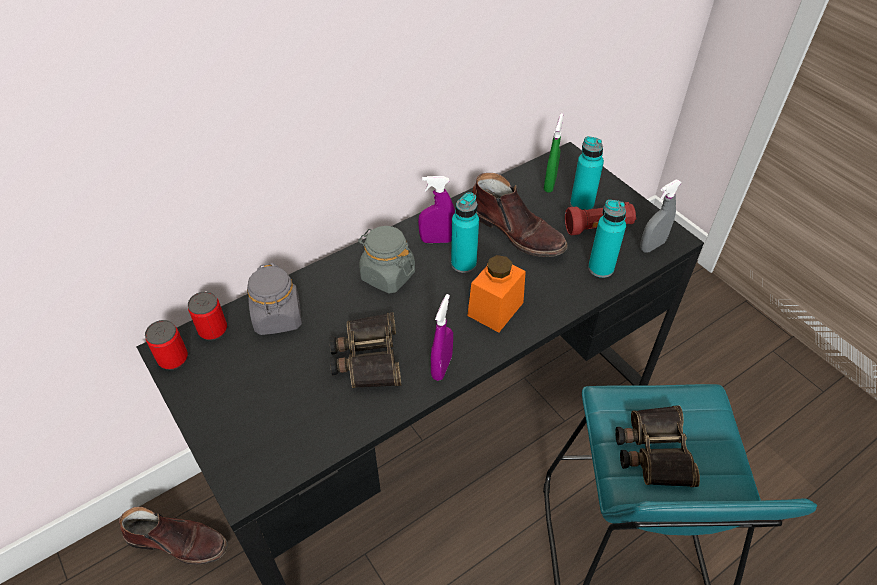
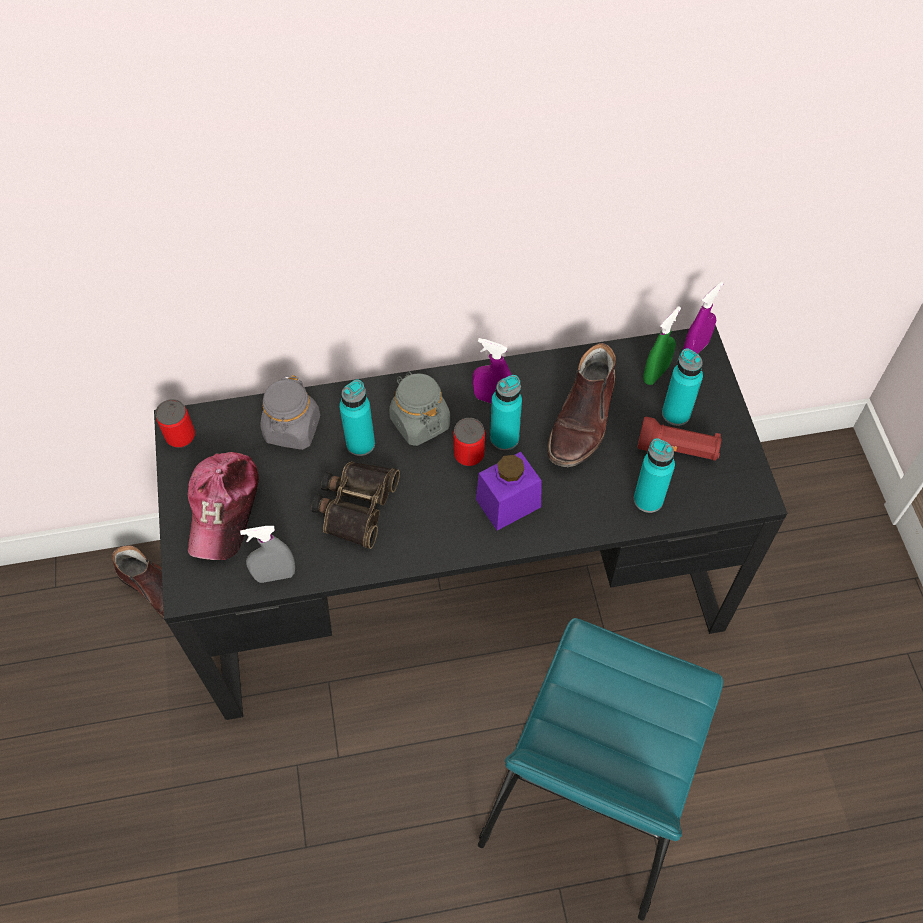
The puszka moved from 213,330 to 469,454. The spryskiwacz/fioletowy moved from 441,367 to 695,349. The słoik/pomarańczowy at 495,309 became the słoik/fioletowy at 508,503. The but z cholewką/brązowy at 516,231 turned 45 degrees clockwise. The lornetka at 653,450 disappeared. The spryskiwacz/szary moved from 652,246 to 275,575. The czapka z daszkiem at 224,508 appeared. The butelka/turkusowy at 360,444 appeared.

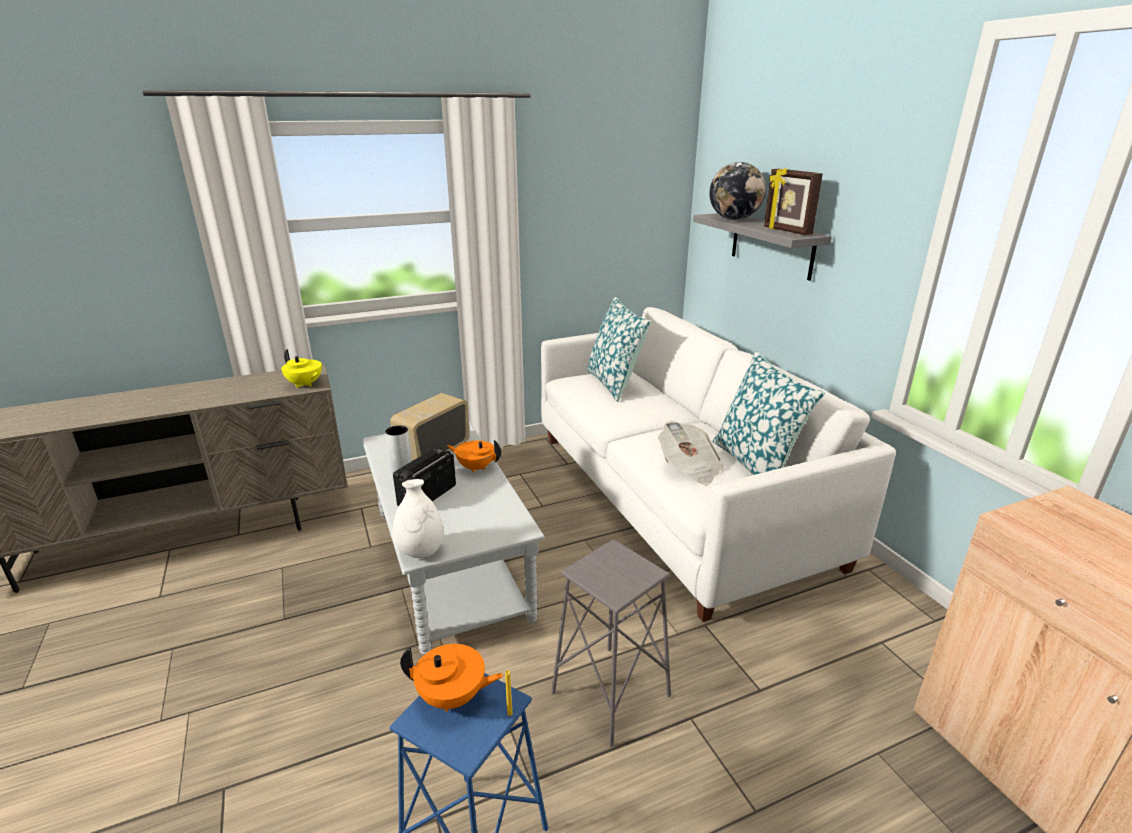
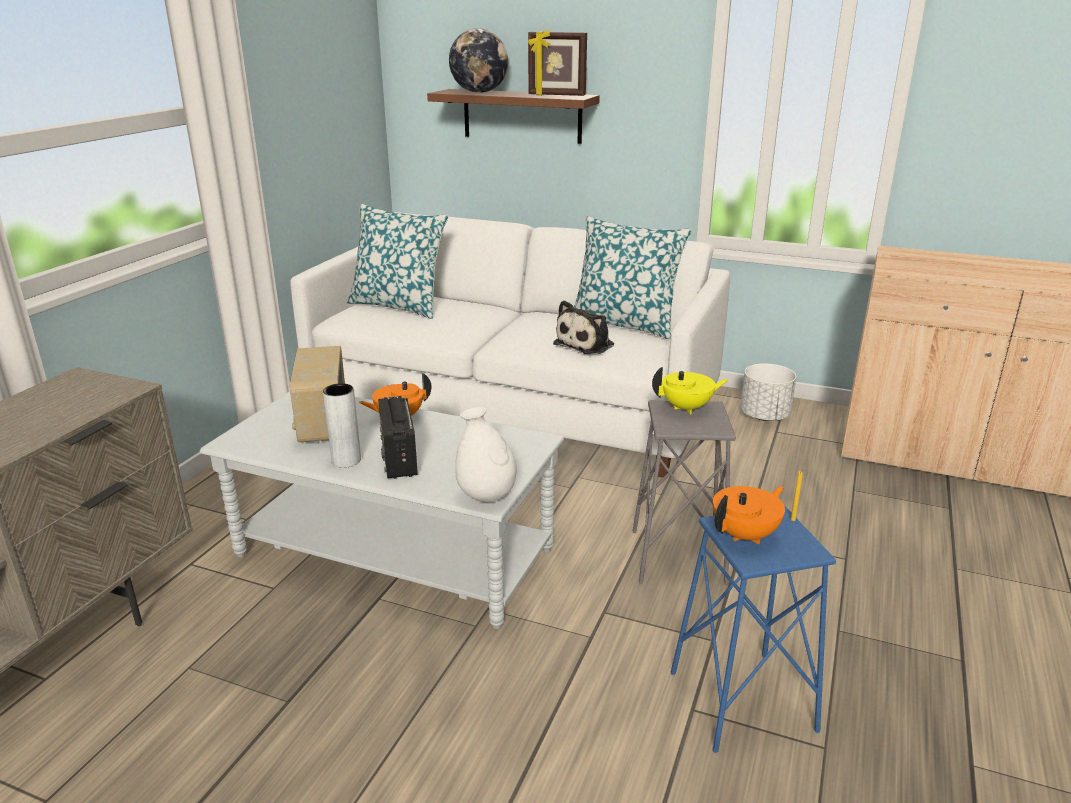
The imbryk/żółty moved from 305,384 to 687,408. The gazeta at 689,468 was replaced by the pluszak at 587,344. The półka/szary at 772,245 became the półka/brązowy at 522,116. The donica/biały at 765,416 appeared.

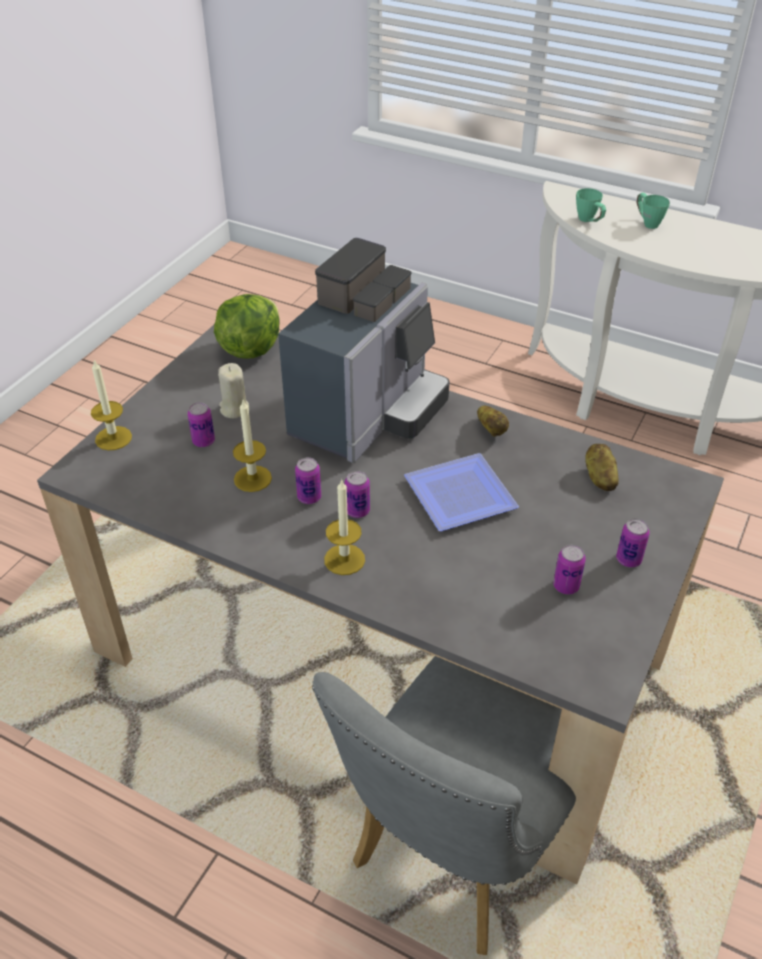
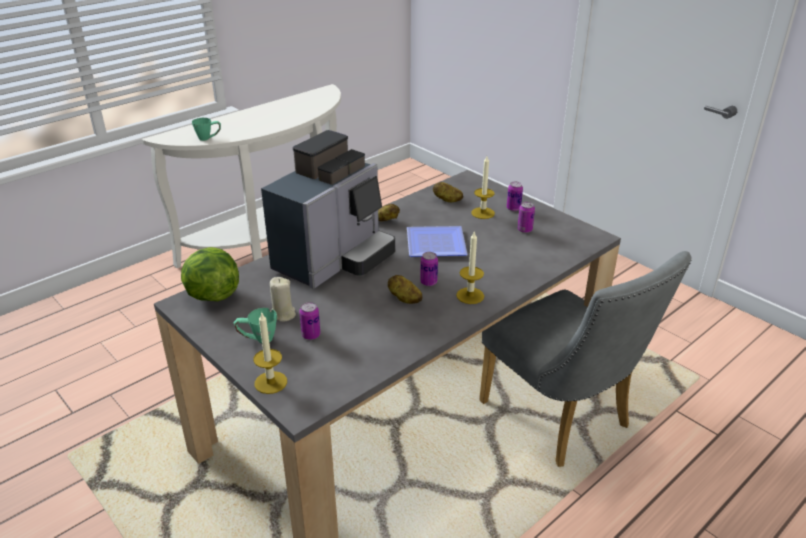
The świeca moved from 252,478 to 483,213. The ekspres do kawy at 368,414 turned 75 degrees clockwise. The puszka at 309,497 was replaced by the ziemniak at 404,298. The kubek/zielony moved from 647,222 to 258,340.

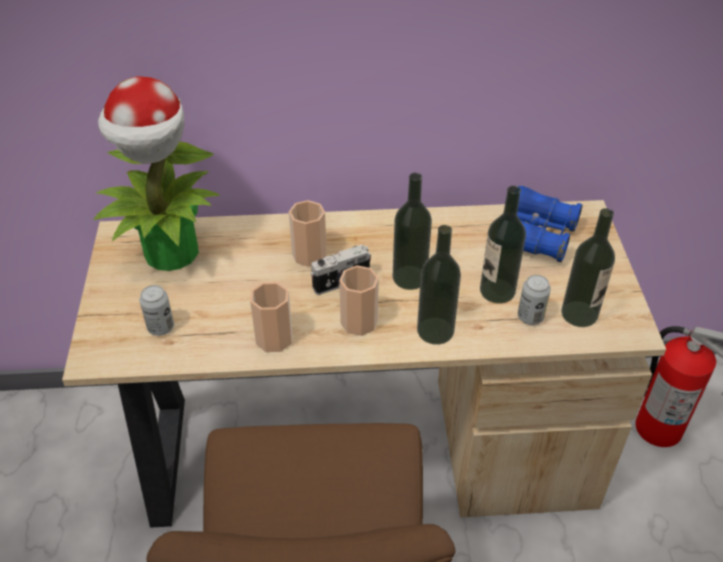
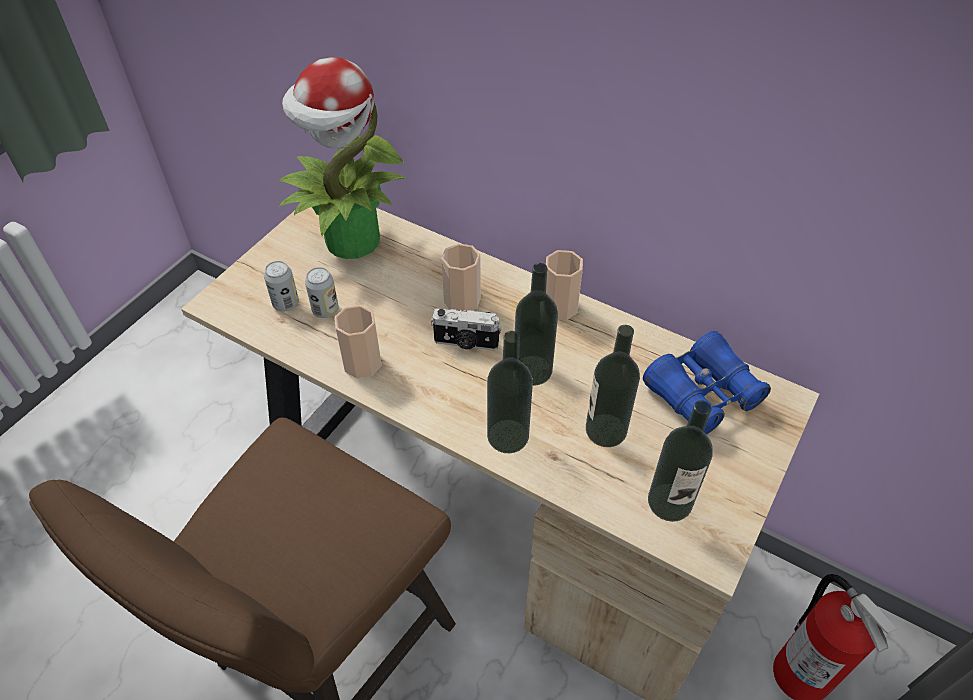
The filiżanka moved from 359,322 to 559,307. The puszka moved from 530,317 to 325,310.

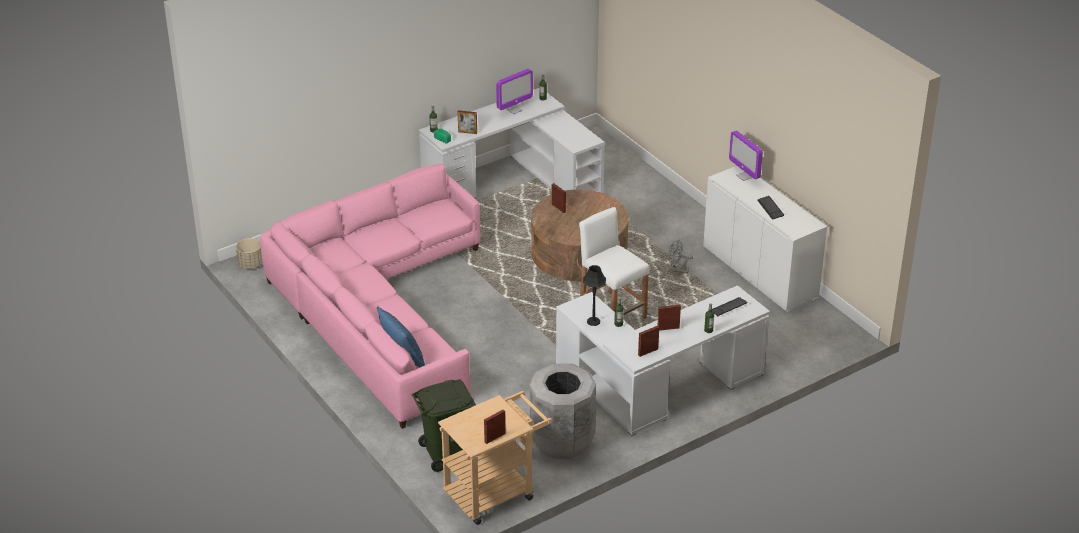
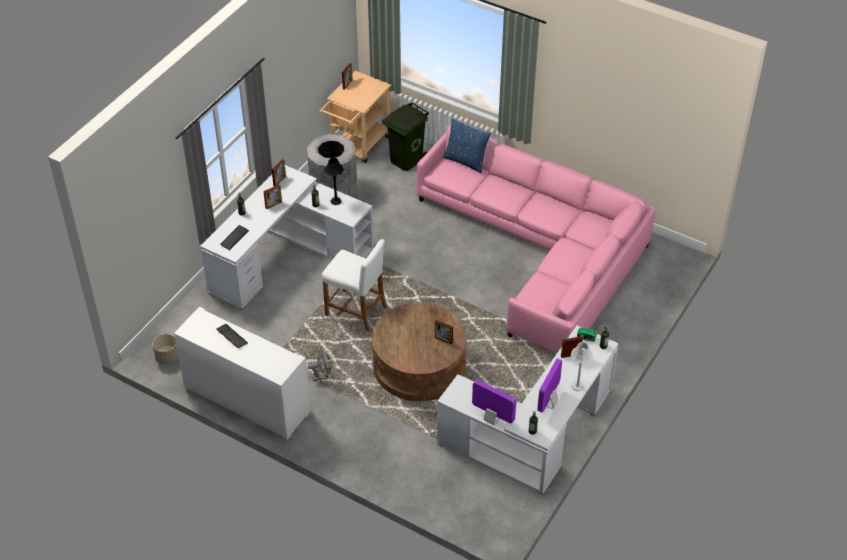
The donica/beżowy moved from 250,264 to 167,357. The monitor moved from 744,176 to 492,419. The lampa stołowa/szary at 577,386 appeared.

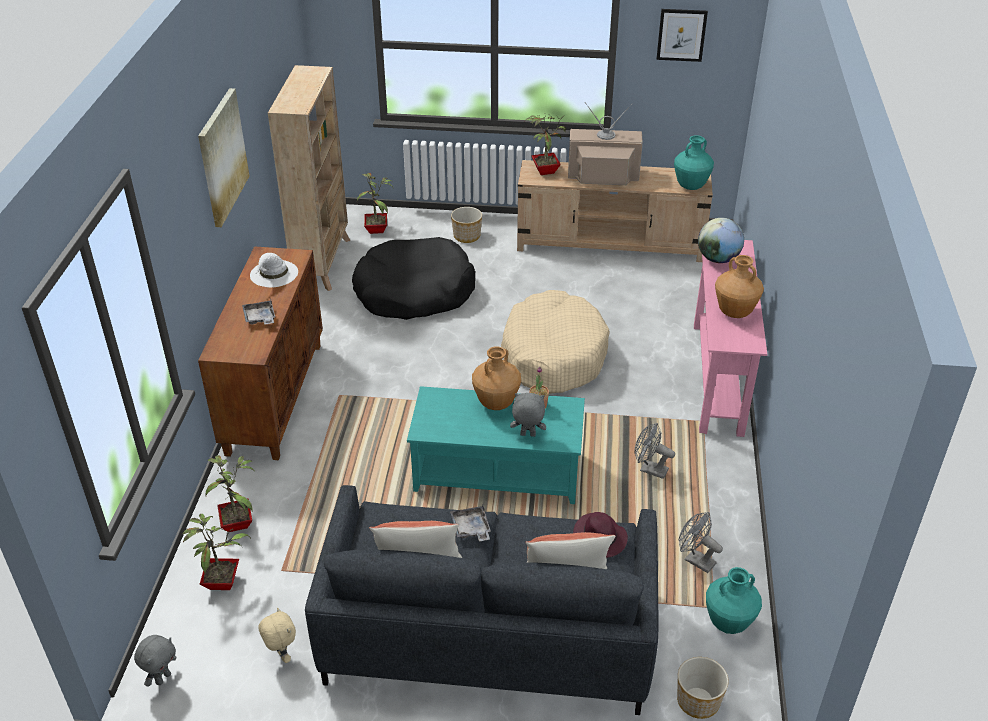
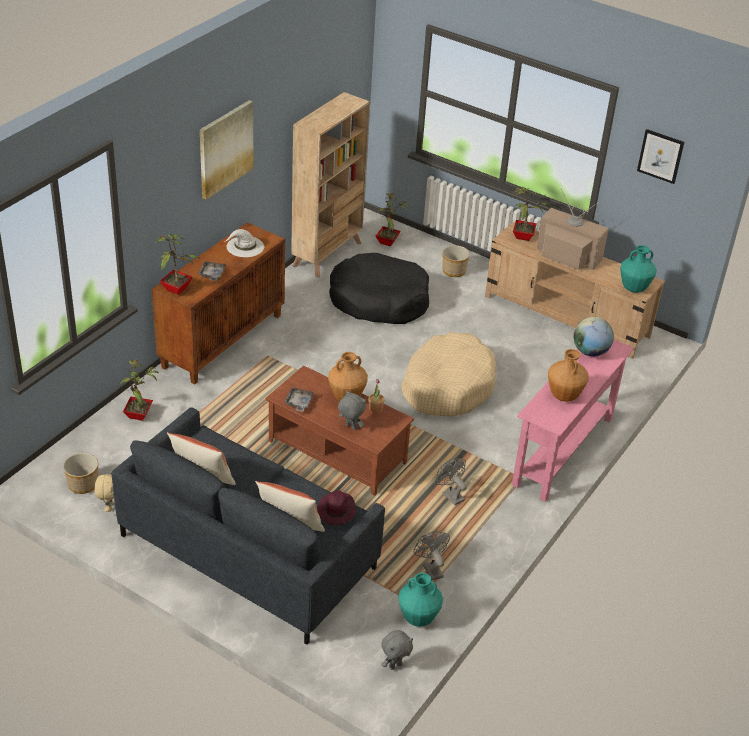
The pluszak/szary moved from 163,678 to 395,665. The roślina doniczkowa moved from 222,581 to 177,288. The ława/turkusowy at 497,473 became the ława/brązowy at 336,453. The taca/szary moved from 471,529 to 299,403. The donica moved from 697,702 to 82,484.

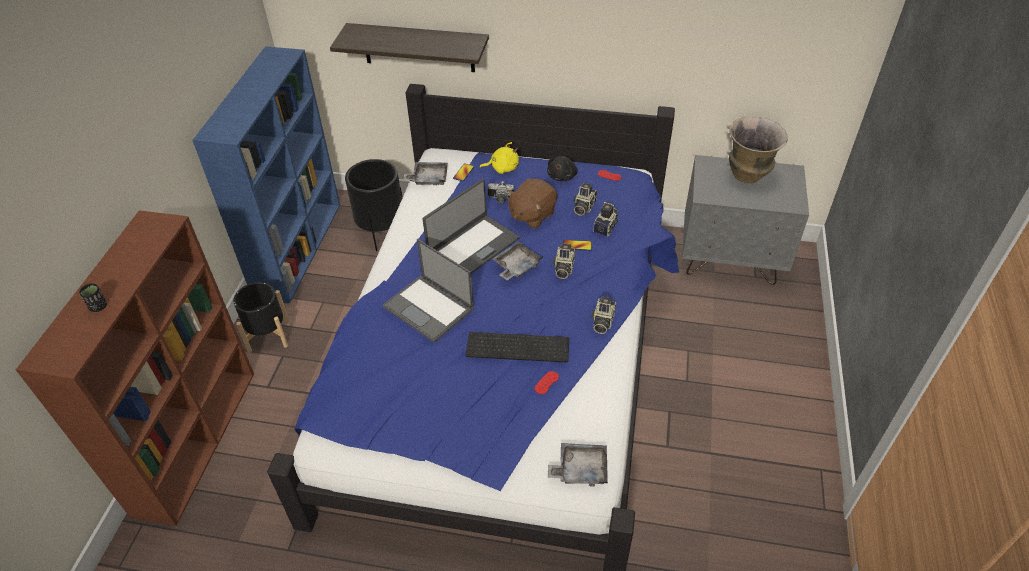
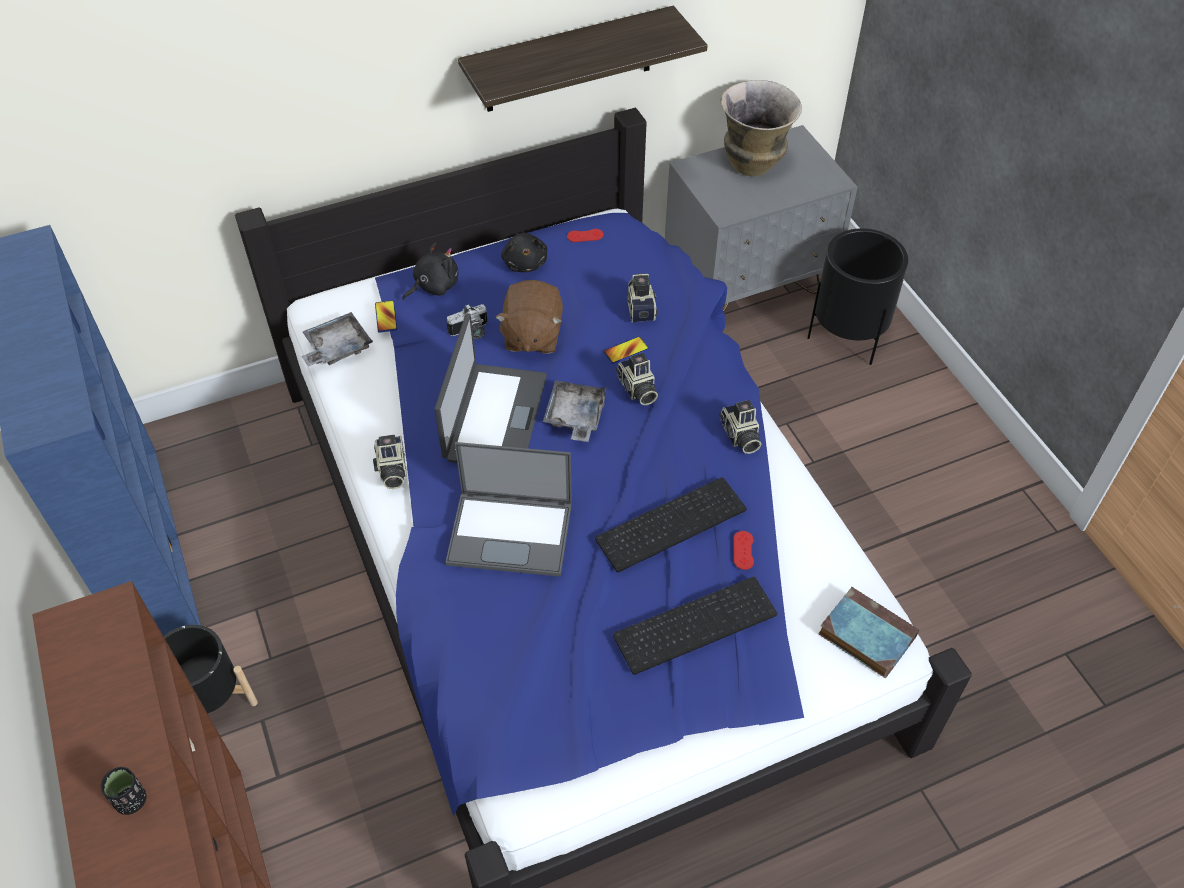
The półka moved from 418,48 to 568,60. The donica/czarny moved from 382,233 to 847,338. The pluszak/żółty at 502,168 became the pluszak/czarny at 434,286. The taca/szary at 580,469 was replaced by the książka at 864,635. The aparat fotograficzny moved from 583,207 to 391,470. The klawiatura at 695,622 appeared.

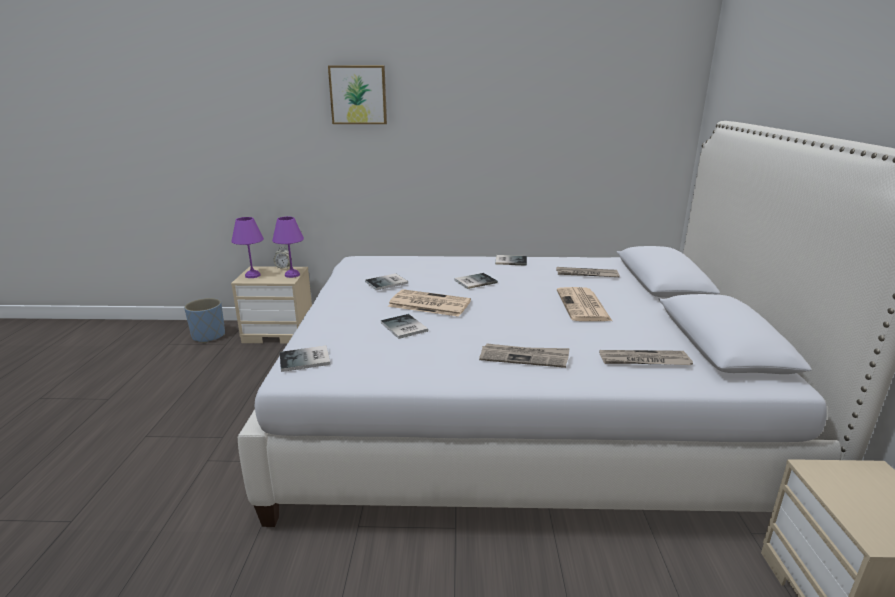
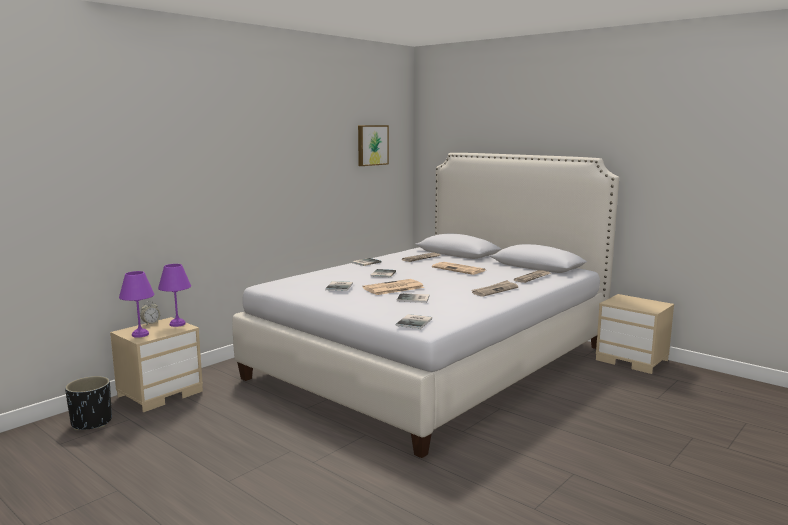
The donica/niebieski at 208,336 became the donica/czarny at 91,422. The obraz moved from 358,95 to 372,145.

